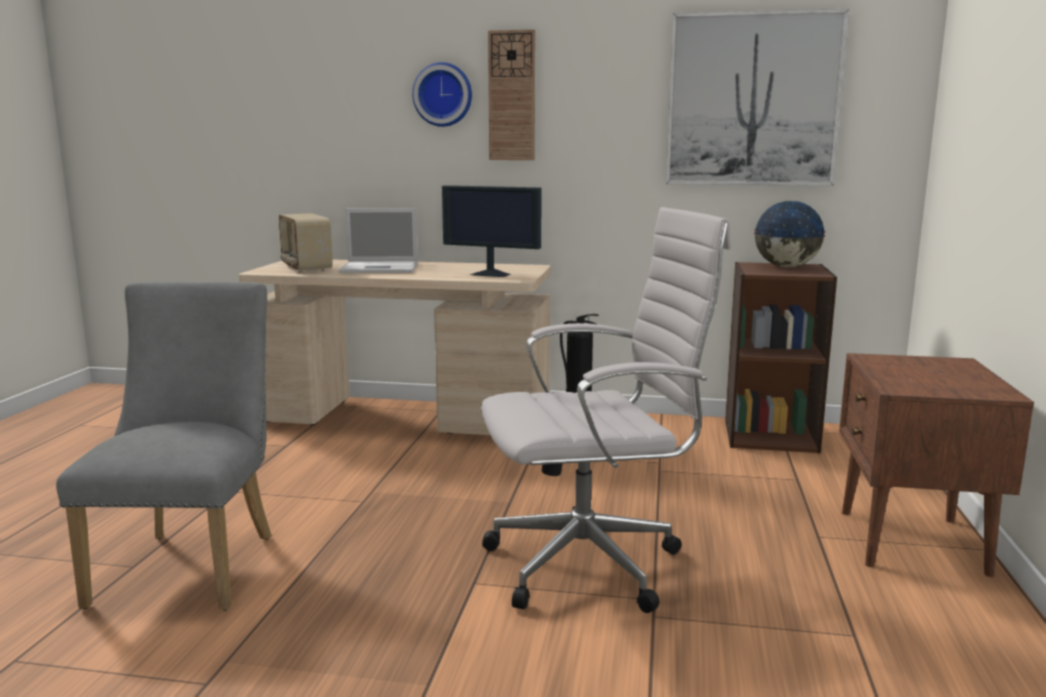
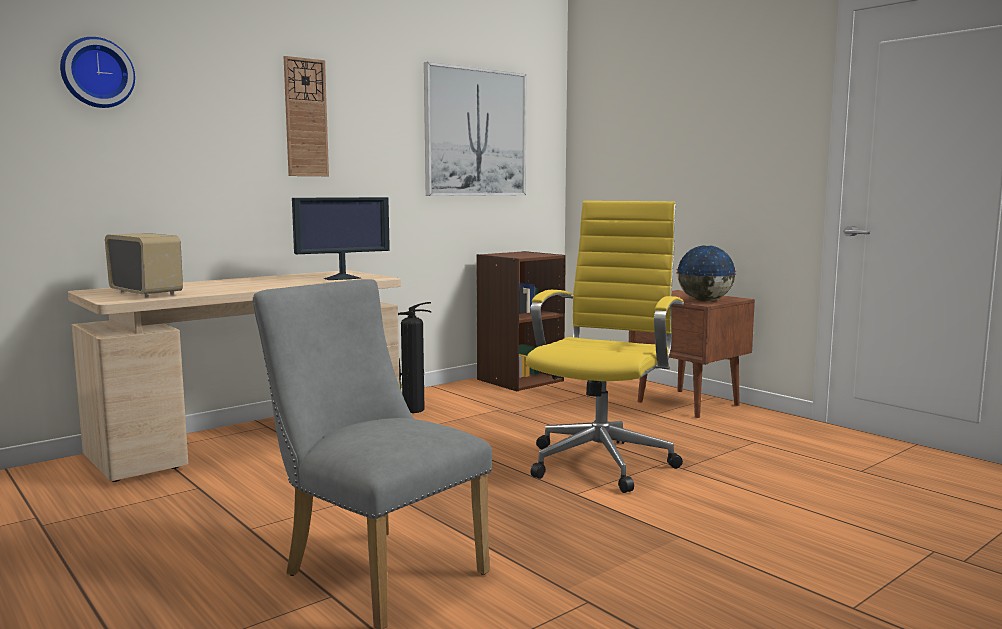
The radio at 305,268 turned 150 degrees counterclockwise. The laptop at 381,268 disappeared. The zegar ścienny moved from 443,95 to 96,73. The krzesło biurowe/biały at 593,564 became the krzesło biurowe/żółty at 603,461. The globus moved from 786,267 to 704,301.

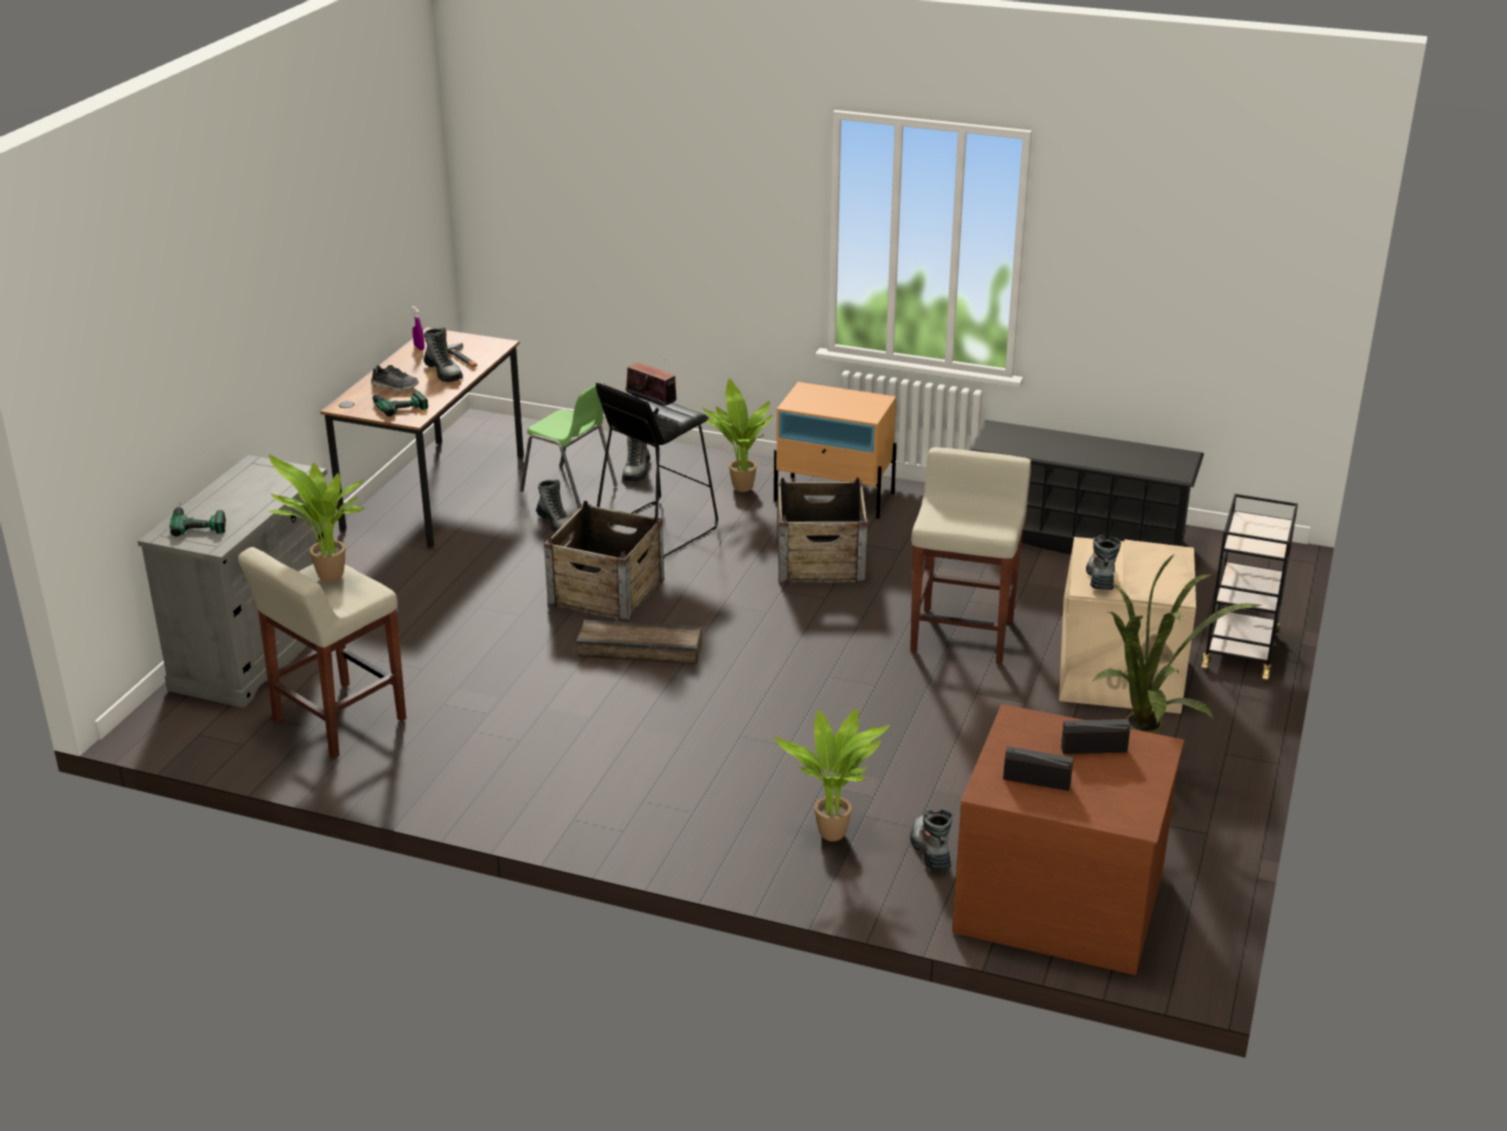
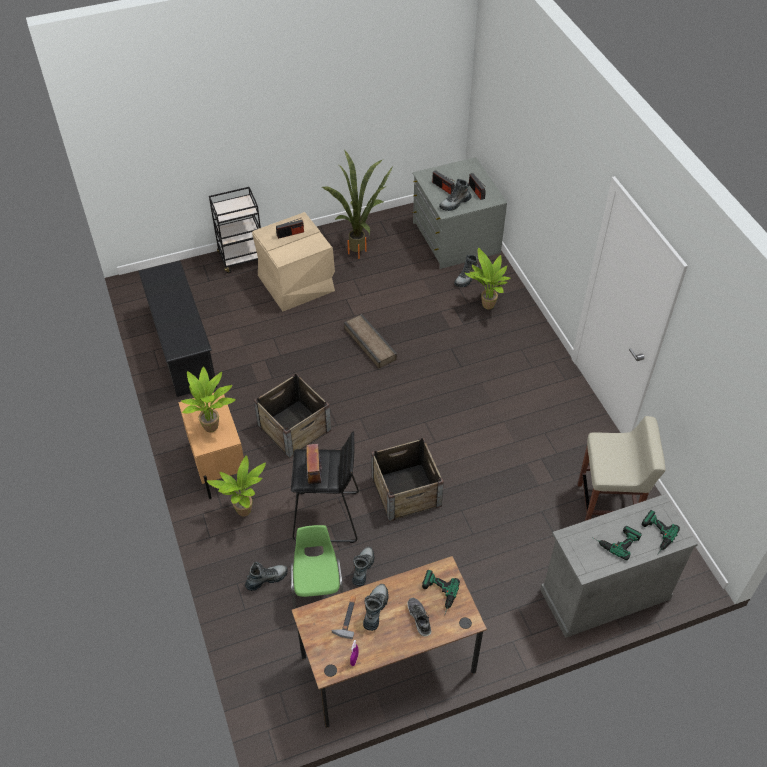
The roślina doniczkowa moved from 328,579 to 213,427. The skrzynka moved from 640,650 to 370,343. The stołek/beżowy at 963,635 disappeared. The komoda/brązowy at 1060,898 became the komoda/szary at 454,238. The but z cholewką moved from 1101,577 to 455,203. The radio at 290,233 appeared. The wiertarka at 615,540 appeared.

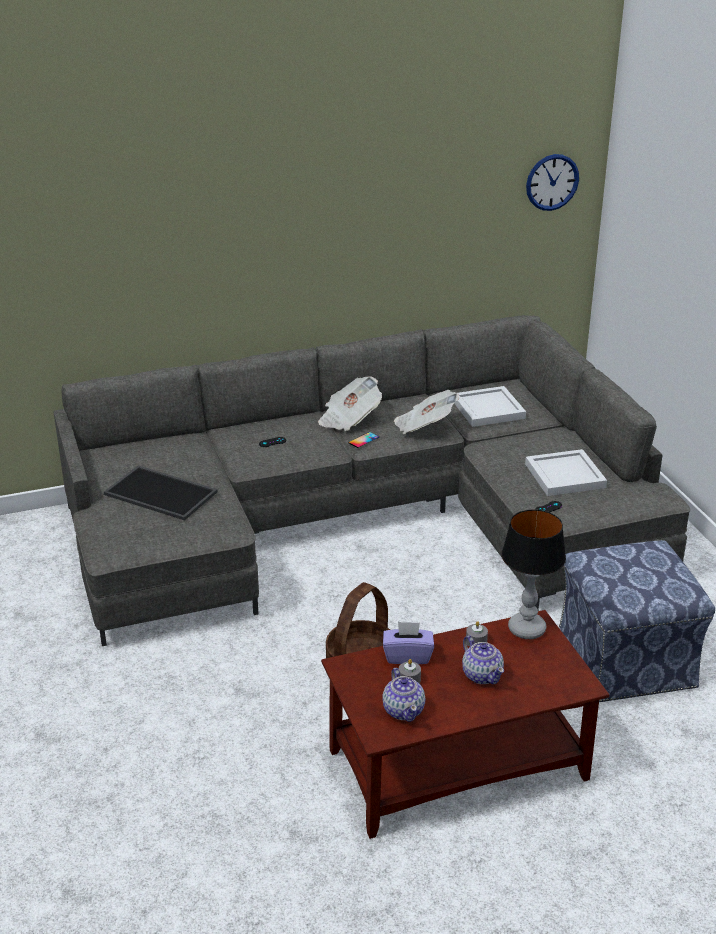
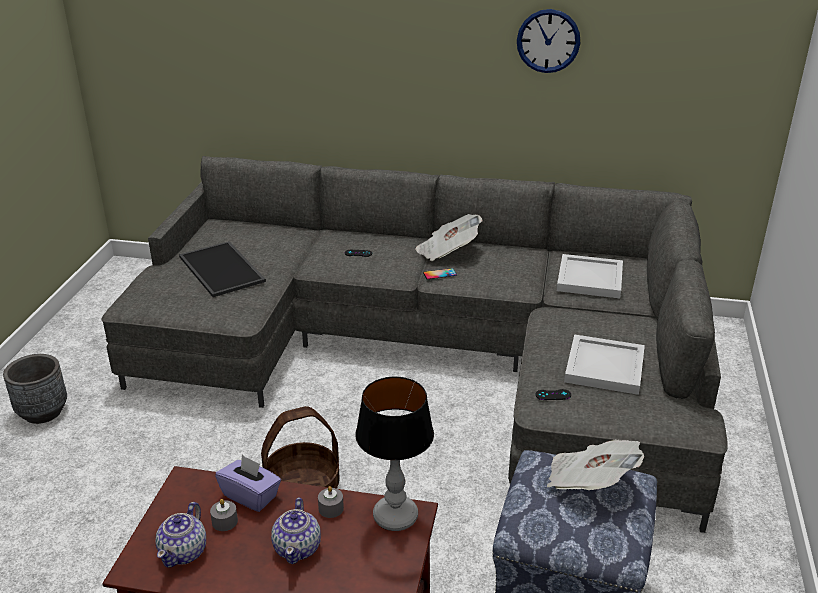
The gazeta moved from 424,426 to 589,482. The zegar ścienny moved from 552,182 to 548,41. The donica/szary at 42,412 appeared.

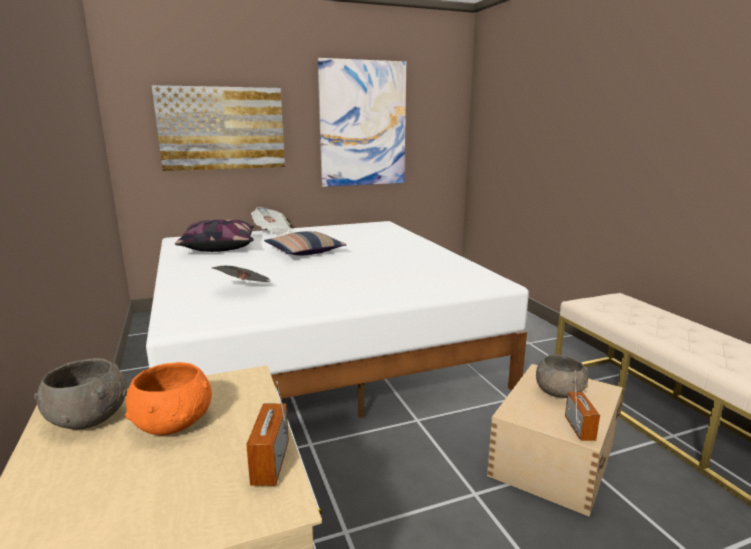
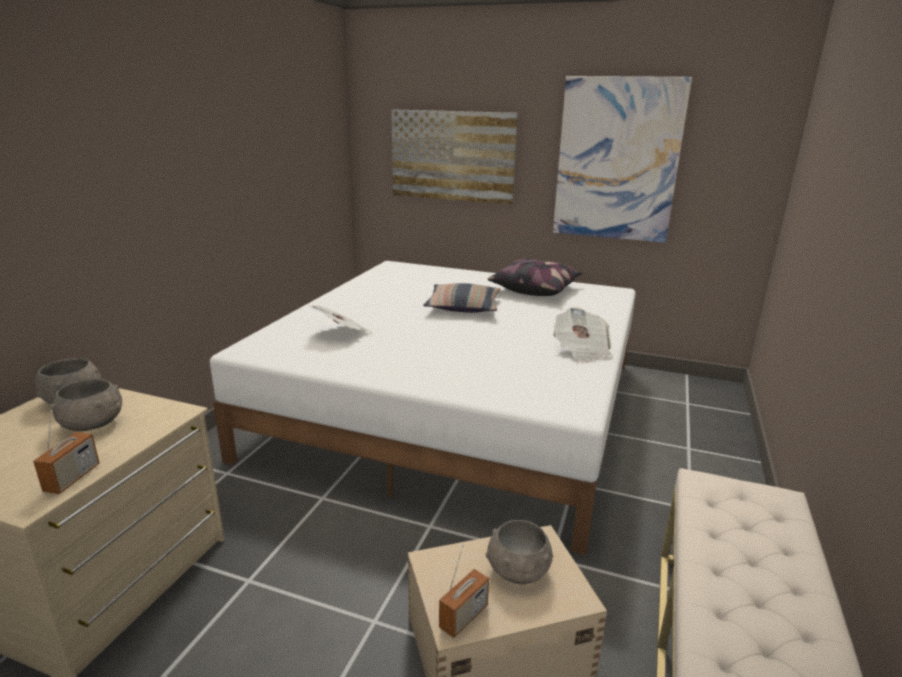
The miska/pomarańczowy at 174,422 became the miska/szary at 93,424. The poduszka moved from 219,247 to 535,289. The radio at 270,463 turned 150 degrees clockwise. The gazeta moved from 272,231 to 581,350.

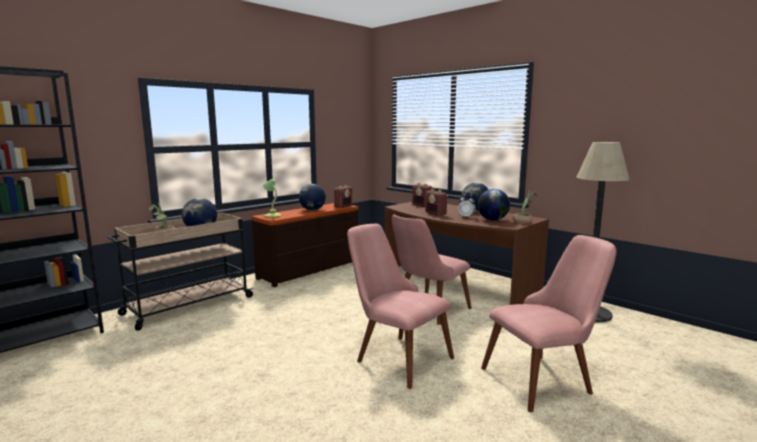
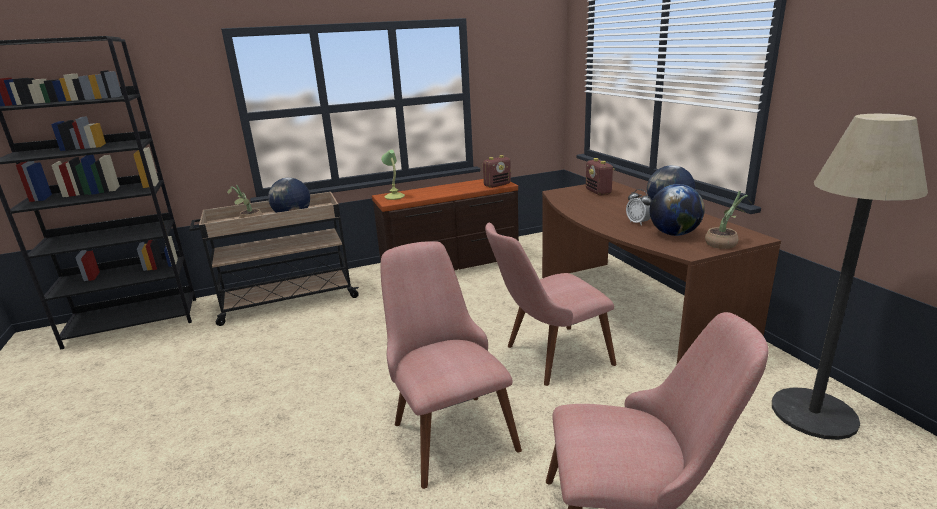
The globus at 312,210 disappeared. The radio at 436,214 disappeared.

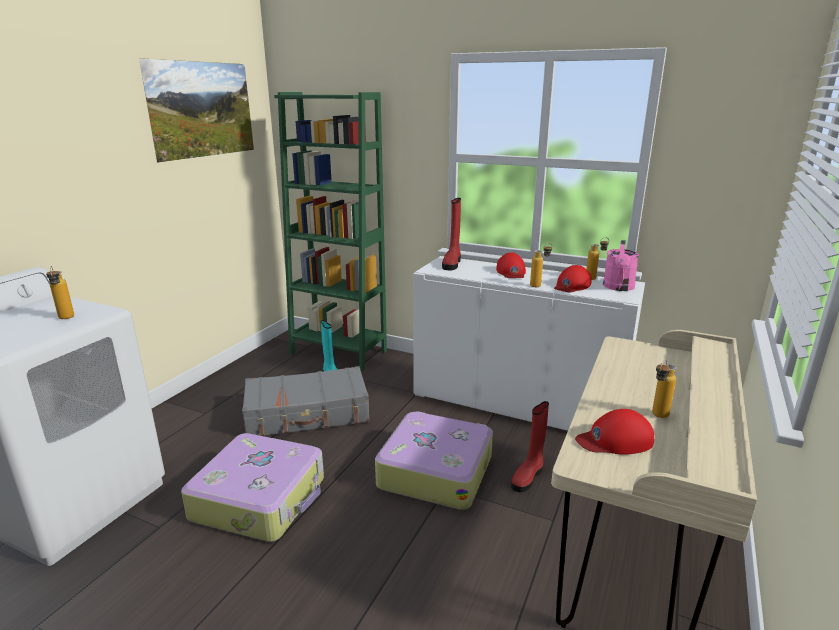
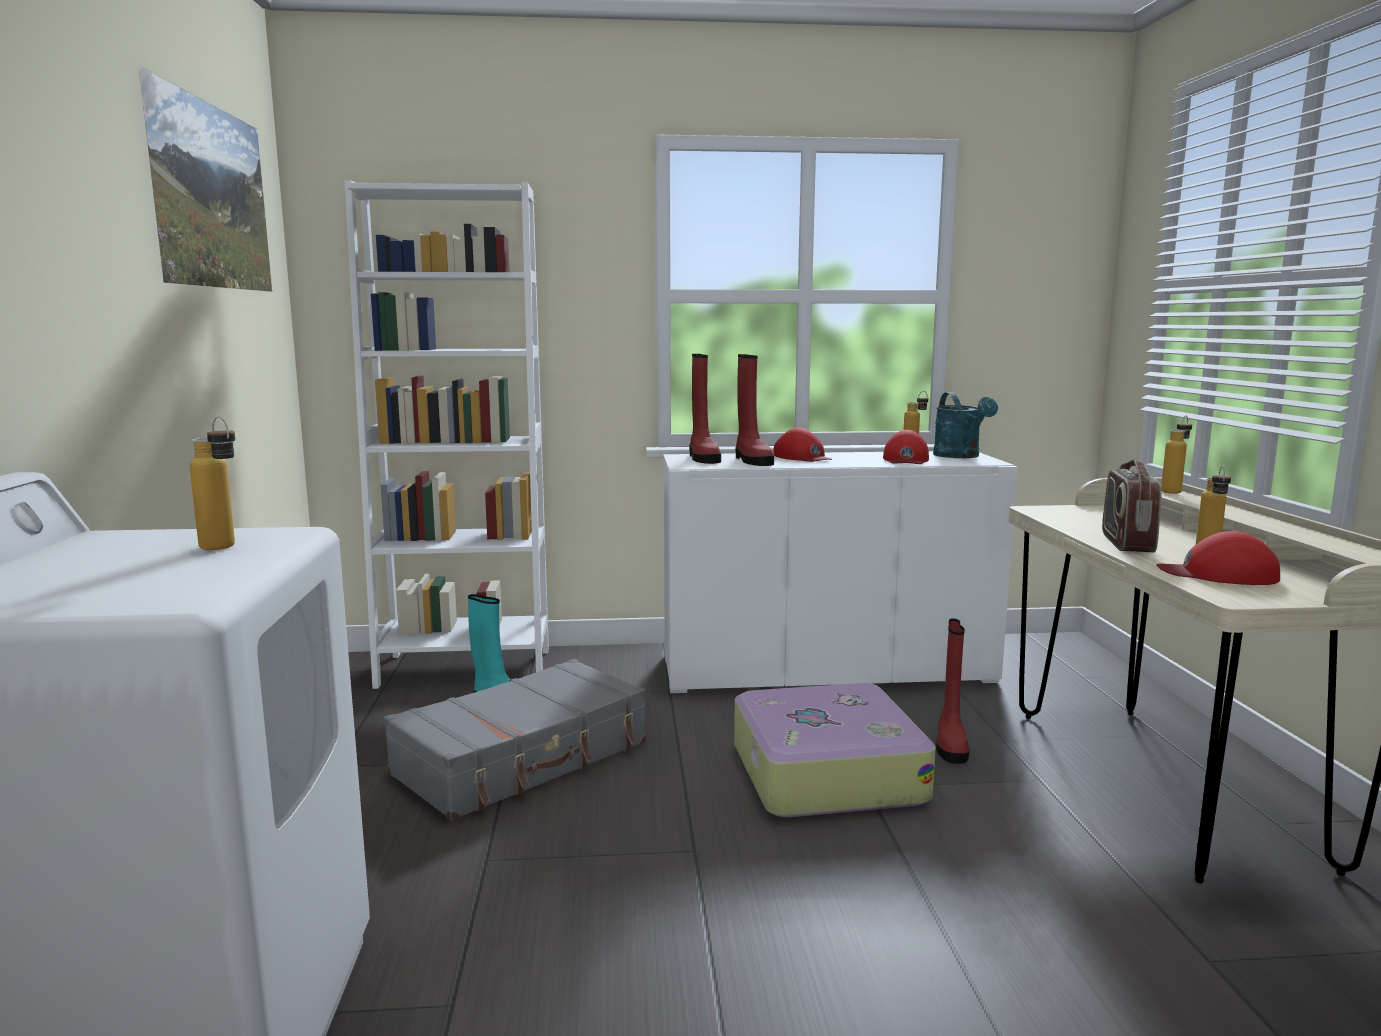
The walizka at 261,498 disappeared. The regał/zielony at 338,352 became the regał/biały at 465,668. The butelka moved from 539,285 to 1173,491. The czapka z daszkiem/czerwony at 615,440 turned 60 degrees clockwise. The konewka/różowy at 618,288 became the konewka/turkusowy at 960,456. The but z cholewką/czerwony at 752,460 appeared. The radio at 1126,543 appeared.

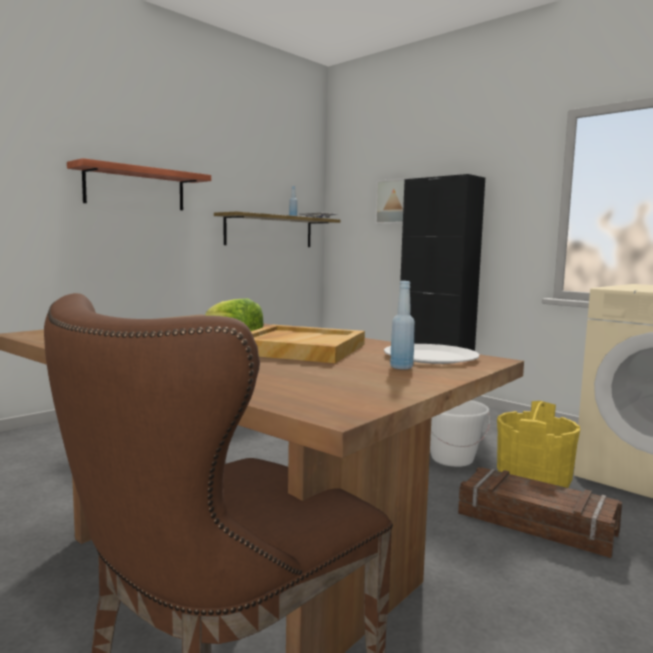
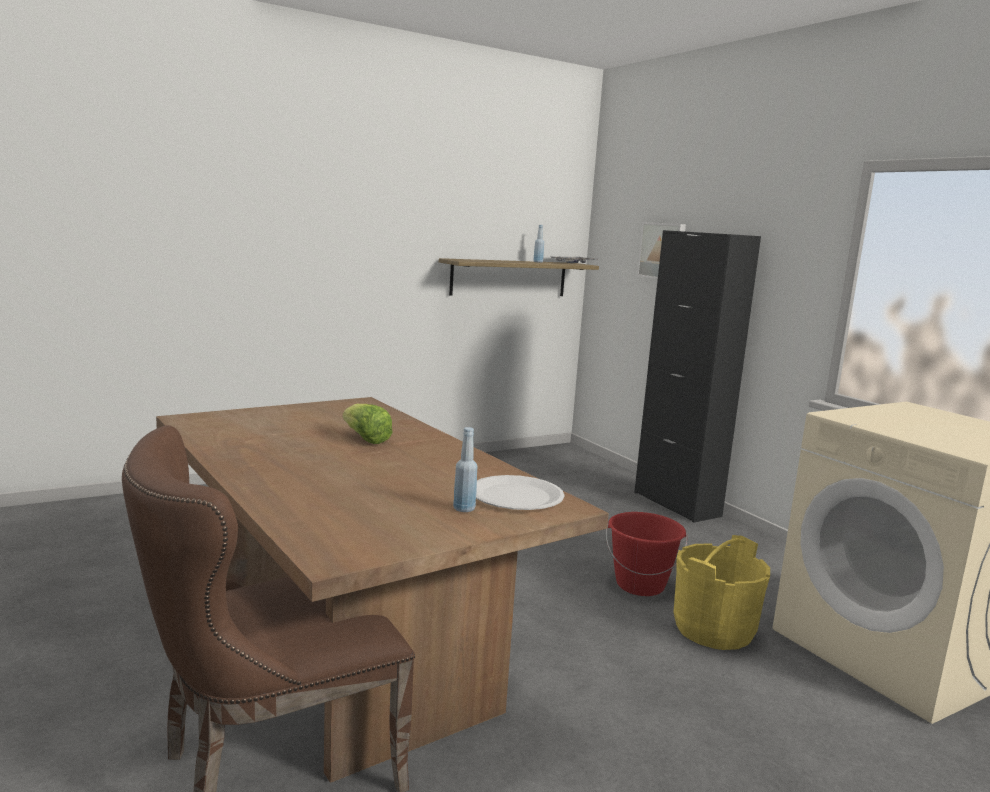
The półka at 135,188 disappeared. The taca/beżowy at 299,348 disappeared. The wiadro/biały at 452,459 became the wiadro/czerwony at 640,585. The skrzynka at 536,524 disappeared.

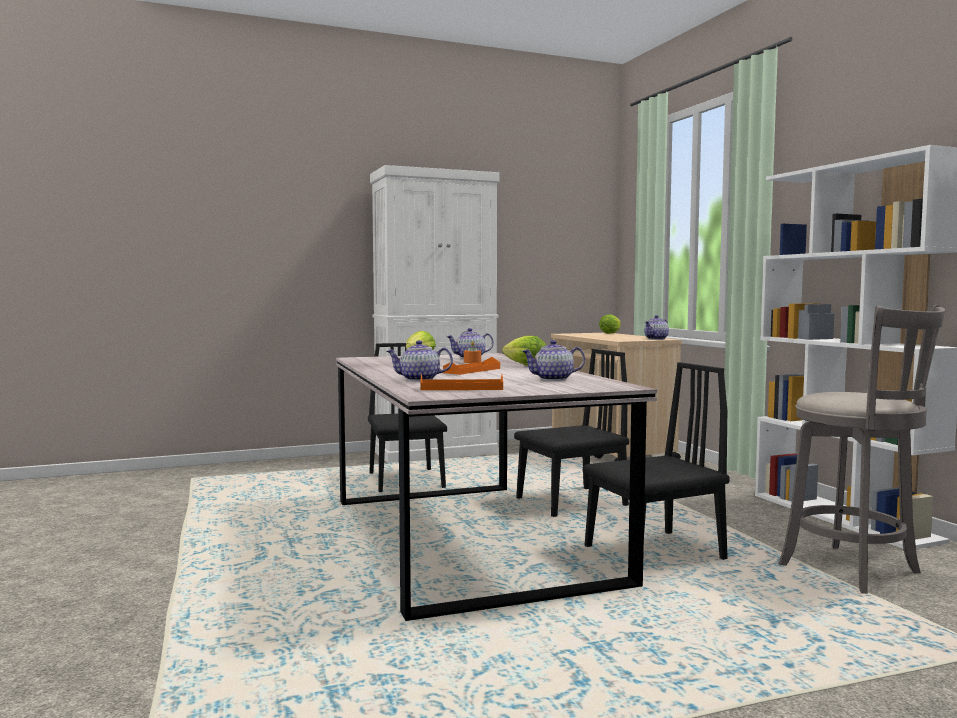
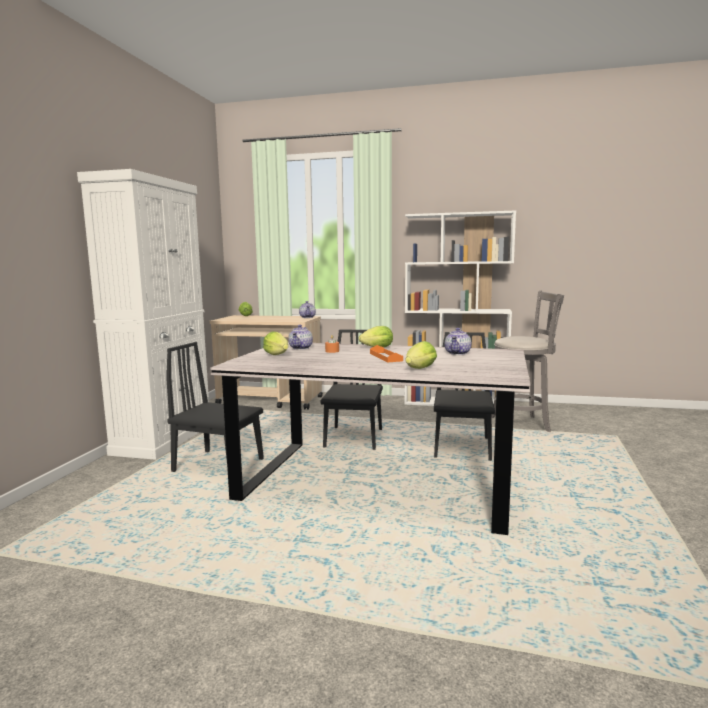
The imbryk at 419,379 was replaced by the sałata at 419,369. The taca/pomarańczowy at 461,388 disappeared.

